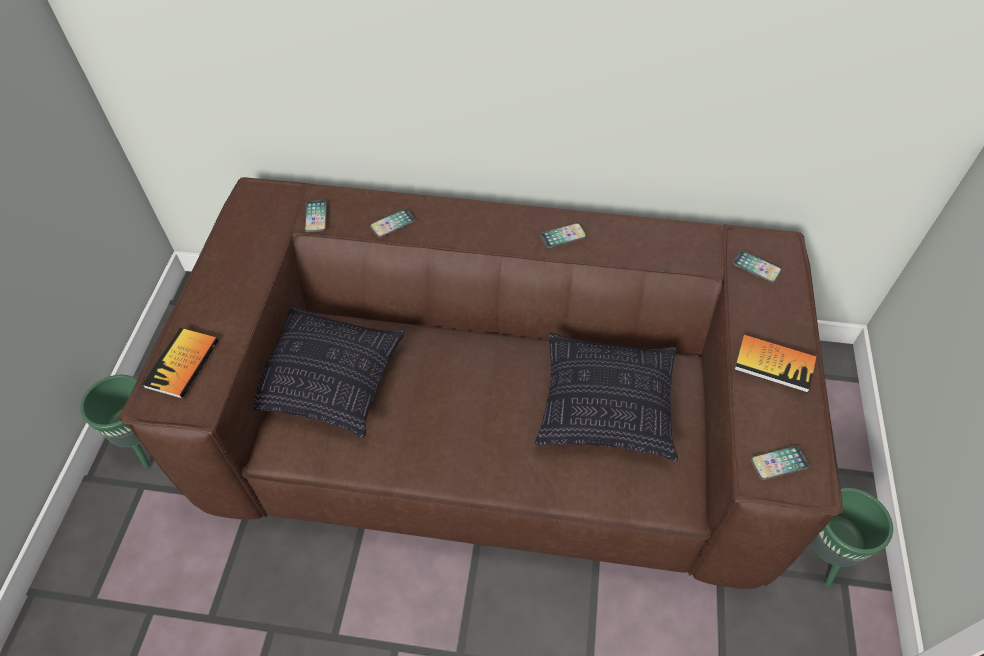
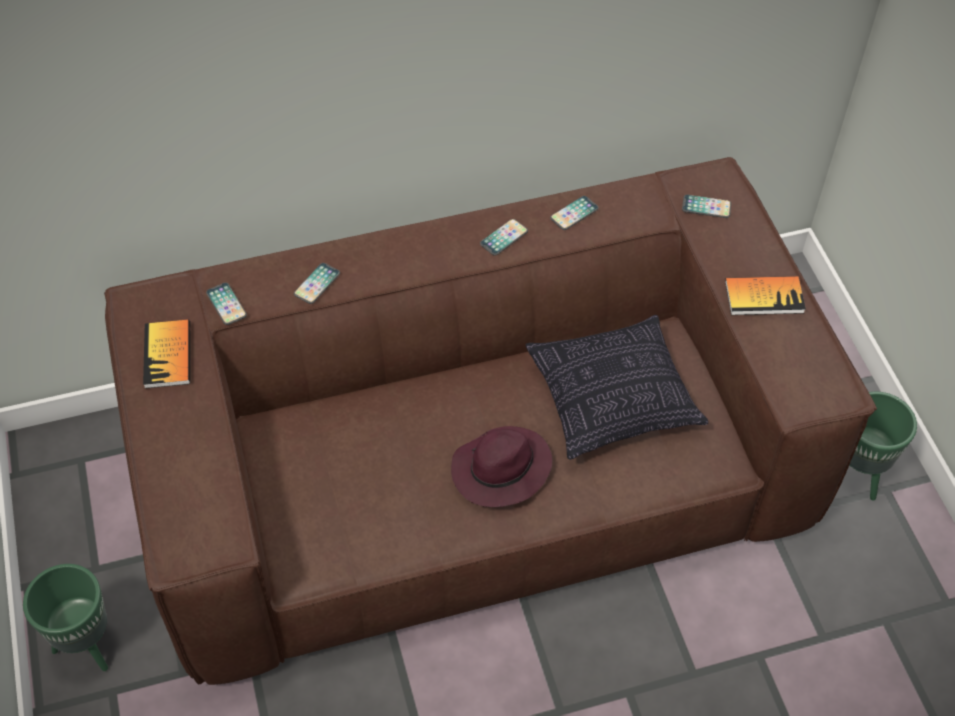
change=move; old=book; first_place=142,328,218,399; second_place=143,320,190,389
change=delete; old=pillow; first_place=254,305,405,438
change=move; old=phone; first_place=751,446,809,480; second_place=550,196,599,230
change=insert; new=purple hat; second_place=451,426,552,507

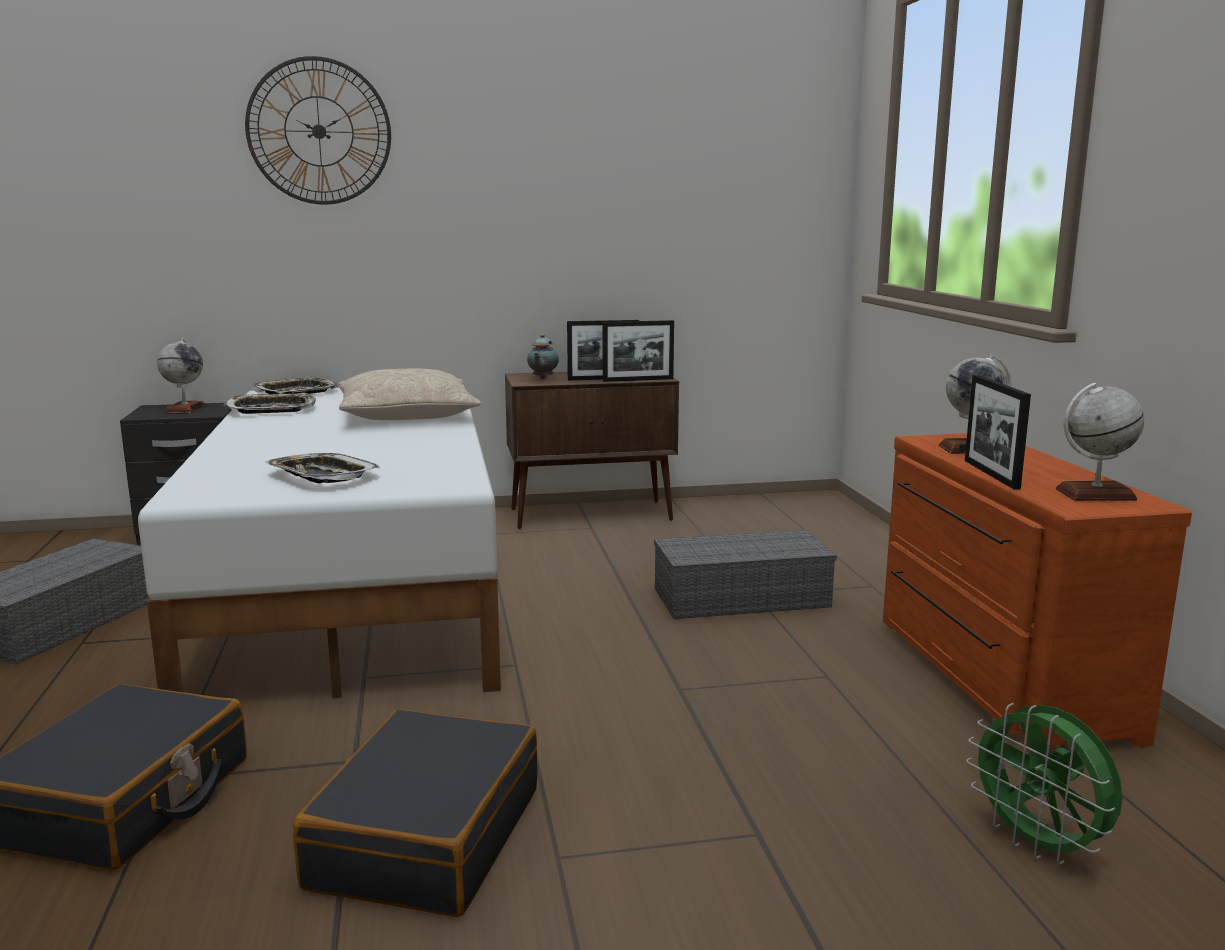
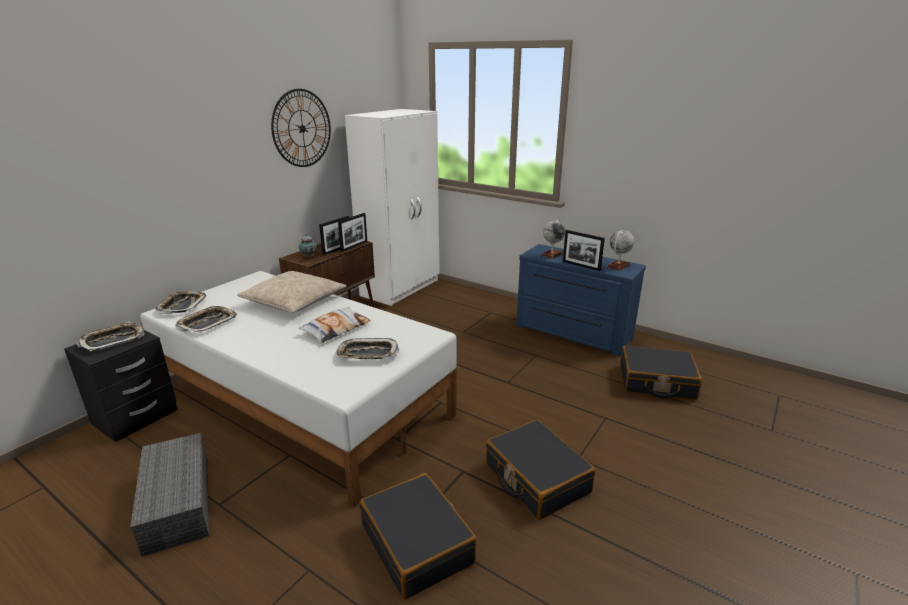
change=replace; old=globe; new=tray; first_place=157,338,207,413; second_place=76,322,145,351
change=move; old=wall clock; first_place=245,56,391,205; second_place=271,89,331,167
change=delete; old=grey storage box; first_place=654,530,837,619
change=recolor; old=brown dresser; new=blue dresser; first_place=883,433,1192,754; second_place=516,244,646,356
change=replace; old=green fan; new=black suitcase; first_place=966,703,1123,865; second_place=620,345,702,400
change=insert; new=pillow; second_place=299,307,371,343
change=insert; new=white wardrobe; second_place=345,109,439,306

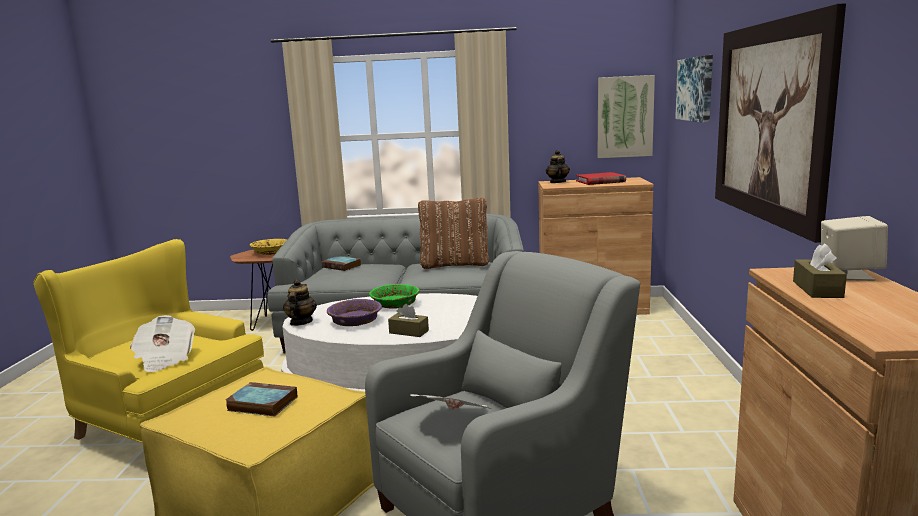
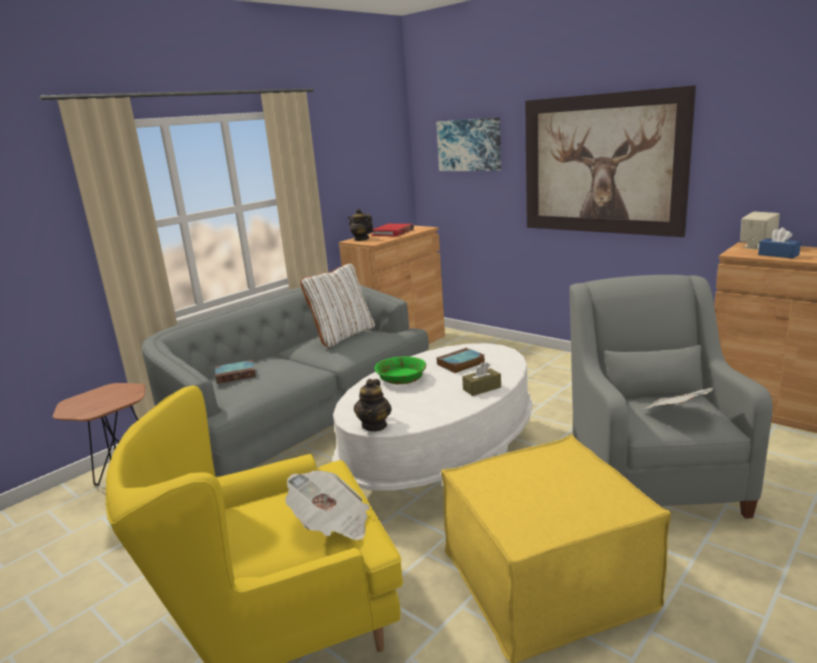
change=move; old=book; first_place=226,382,297,417; second_place=437,348,485,373
change=delete; old=yellow bowl; first_place=250,239,287,255
change=rotate; old=teapot; first_place=283,279,317,326; second_place=354,379,392,431; degrees=-120
change=delete; old=purple bowl; first_place=327,299,382,326
change=recolor; old=brown pillow; new=white pillow; first_place=418,198,489,269; second_place=300,263,375,348
change=delete; old=picture; first_place=598,75,655,158
change=recolor; old=brown tissue box; new=blue tissue box; first_place=793,243,847,298; second_place=758,228,801,259

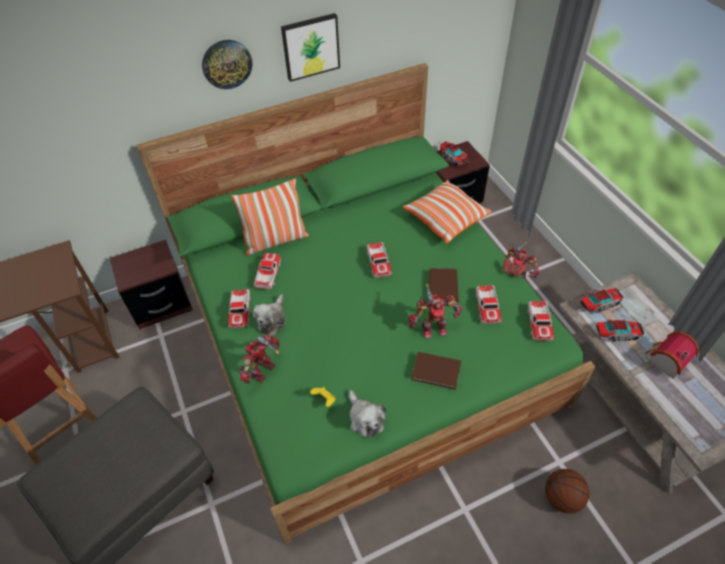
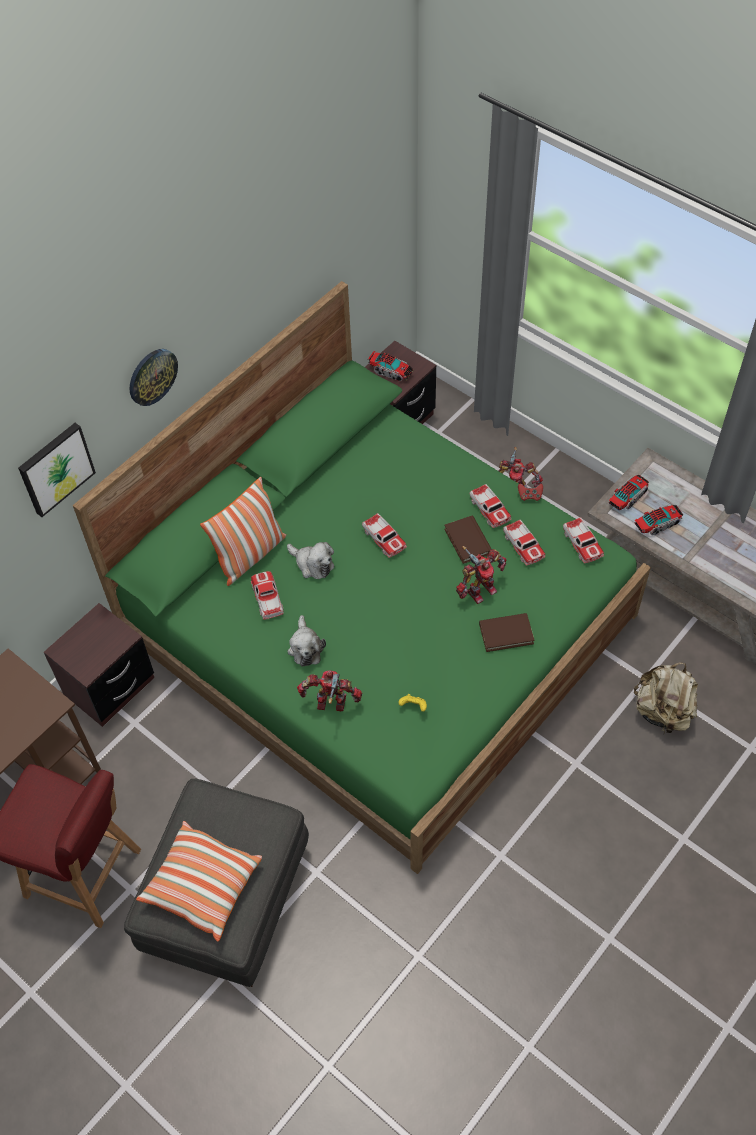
change=move; old=toy car; first_place=228,289,251,328; second_place=469,484,511,528
change=rotate; old=toy robot; first_place=239,334,280,384; second_place=297,670,362,711; degrees=90
change=move; old=picture; first_place=281,13,340,82; second_place=18,423,96,517
change=move; old=plush toy; first_place=349,390,386,438; second_place=287,542,335,579
change=move; old=pillow; first_place=403,180,491,244; second_place=136,821,262,942
change=replace; old=basketball; new=beige backpack; first_place=545,469,590,514; second_place=634,662,698,733
change=delete; old=toy house; first_place=645,332,699,379

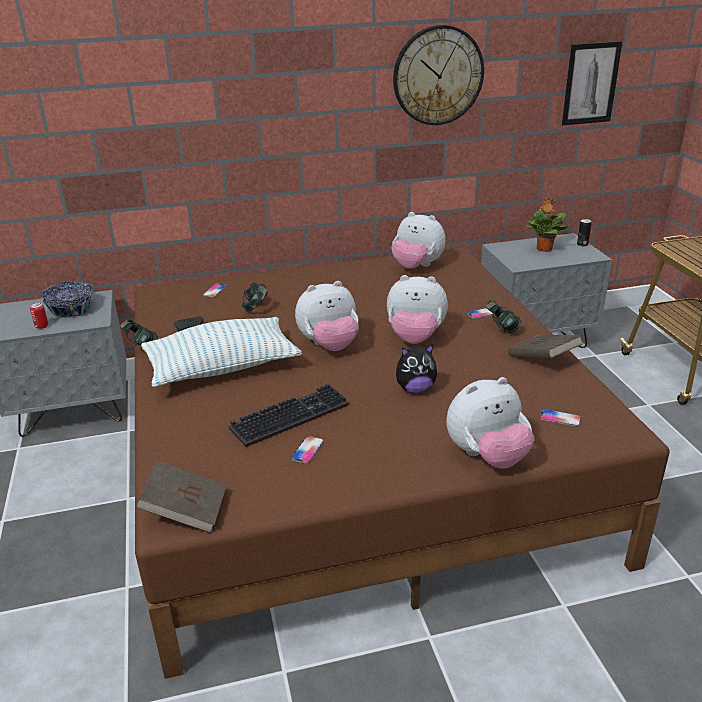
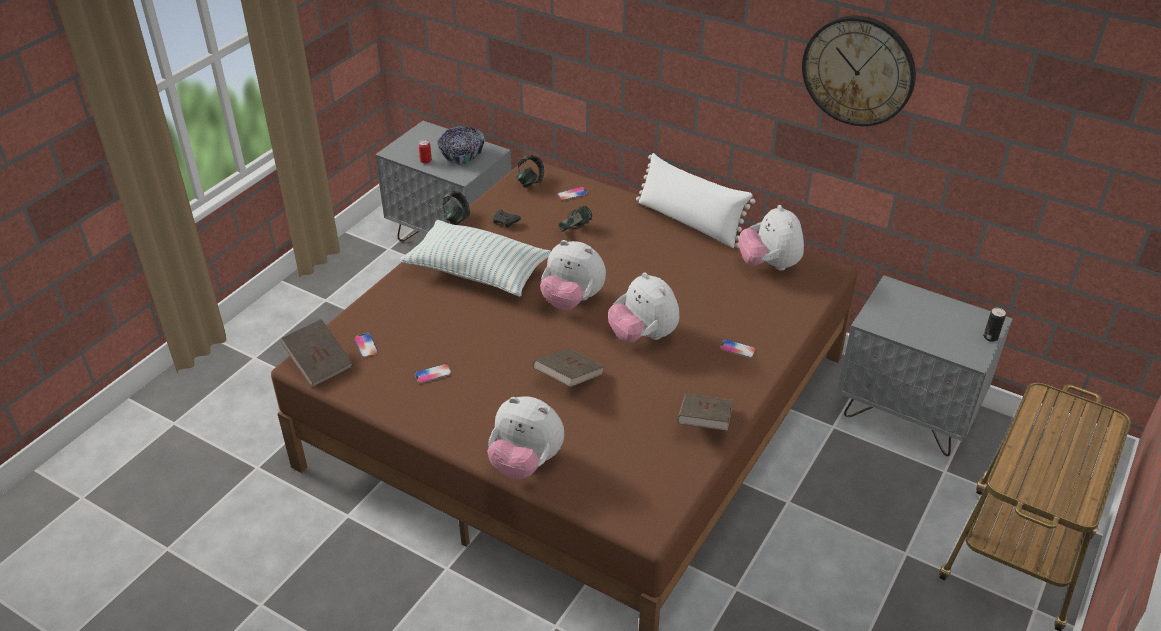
change=delete; old=keyboard; first_place=229,384,348,447
change=replace; old=plush toy; new=brown book; first_place=396,344,437,393; second_place=533,349,605,387
change=move; old=headphones; first_place=486,300,522,333; second_place=516,154,544,188
change=delete; old=potted plant; first_place=526,198,569,252
change=move; old=phone; first_place=540,409,581,426; second_place=354,333,378,357
change=delete; old=picture; first_place=562,41,622,125
change=insert; new=white pillow; second_place=636,153,755,248

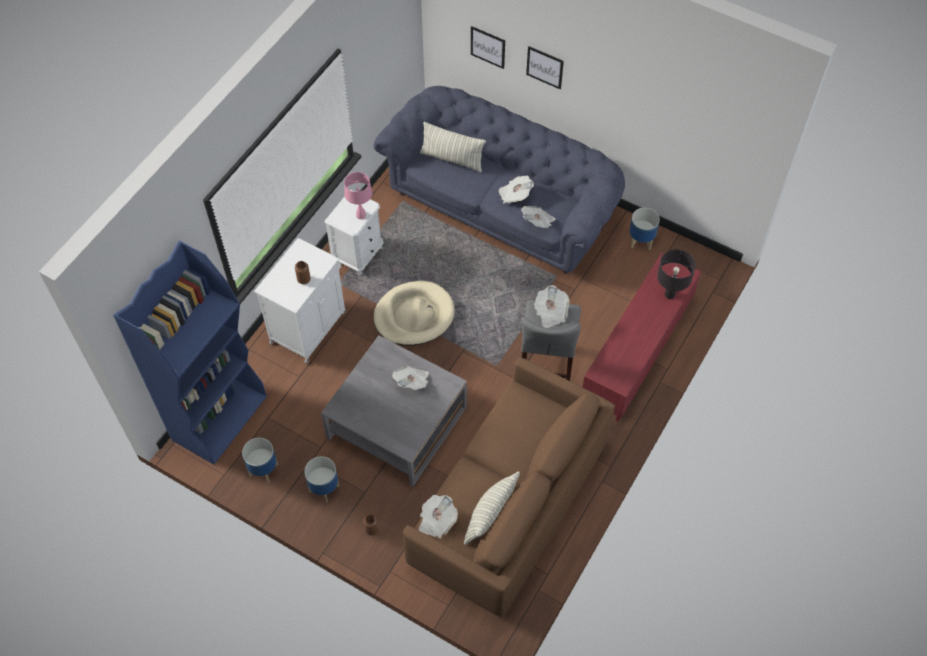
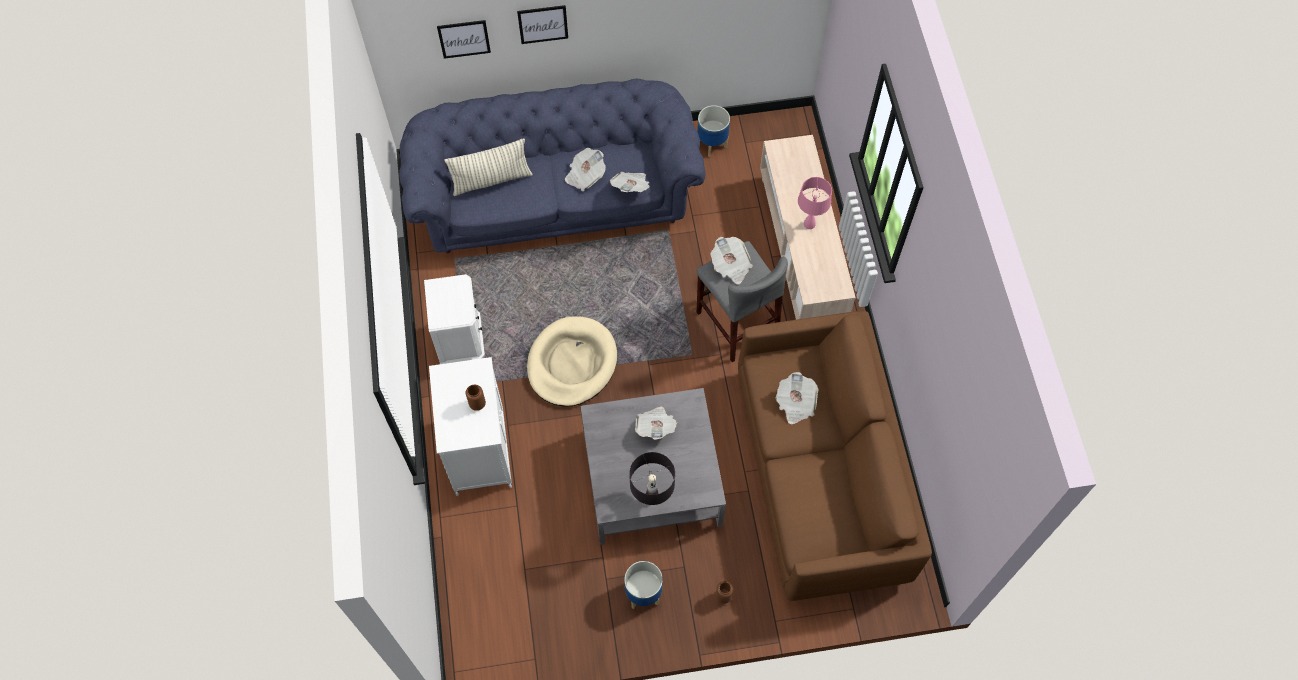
change=delete; old=blue bookcase; first_place=113,241,267,465
change=delete; old=planter; first_place=242,438,278,483
change=move; old=pink table lamp; first_place=344,172,372,219; second_place=798,177,832,229
change=move; old=newspaper; first_place=419,495,458,538; second_place=776,372,819,425
change=delete; old=pillow; first_place=464,471,520,545
change=recolor; old=red tv stand; new=beige tv stand; first_place=583,253,701,422; second_place=760,135,856,320
change=move; old=black table lamp; first_place=657,250,696,299; second_place=629,452,675,505

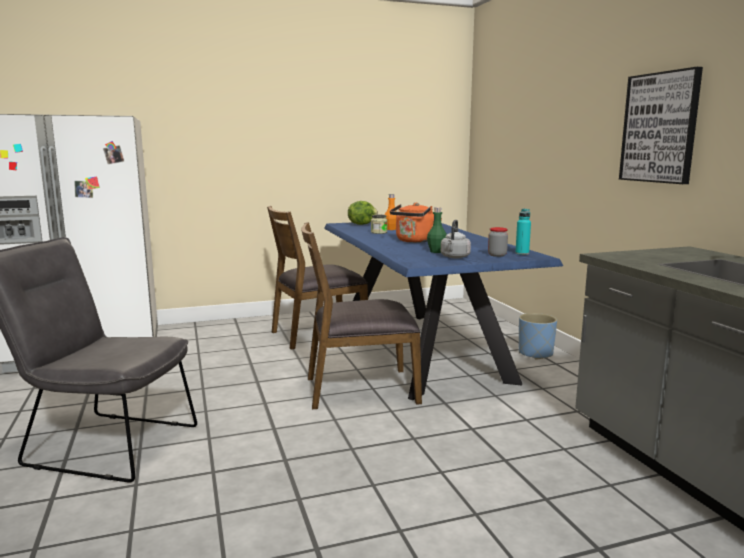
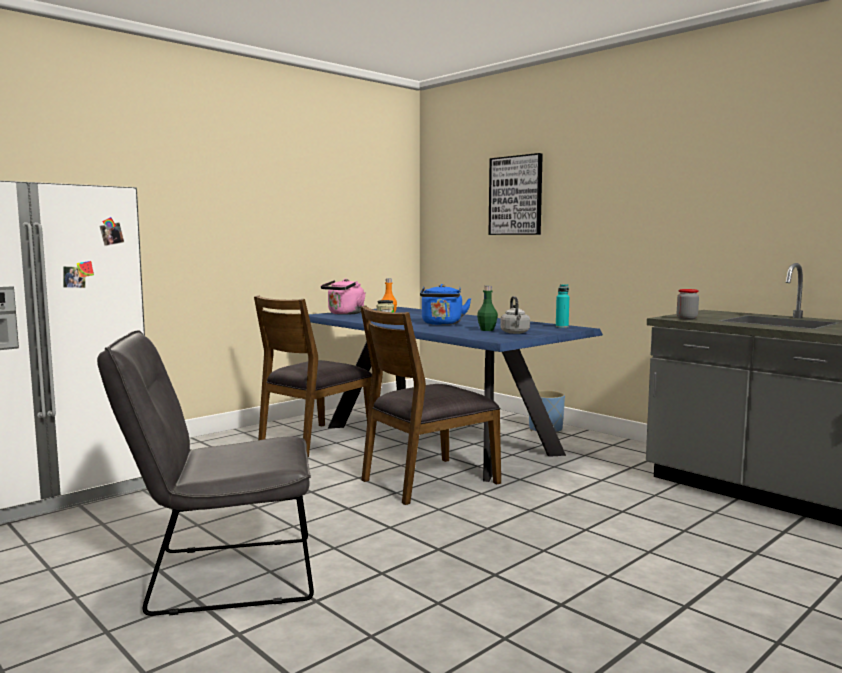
change=replace; old=lettuce; new=pink kettle; first_place=348,201,378,225; second_place=321,279,366,315
change=recolor; old=orange kettle; new=blue kettle; first_place=390,203,442,243; second_place=420,284,471,325
change=move; old=jar; first_place=488,227,508,257; second_place=677,289,699,320
change=move; old=picture; first_place=619,67,703,184; second_place=489,153,543,235

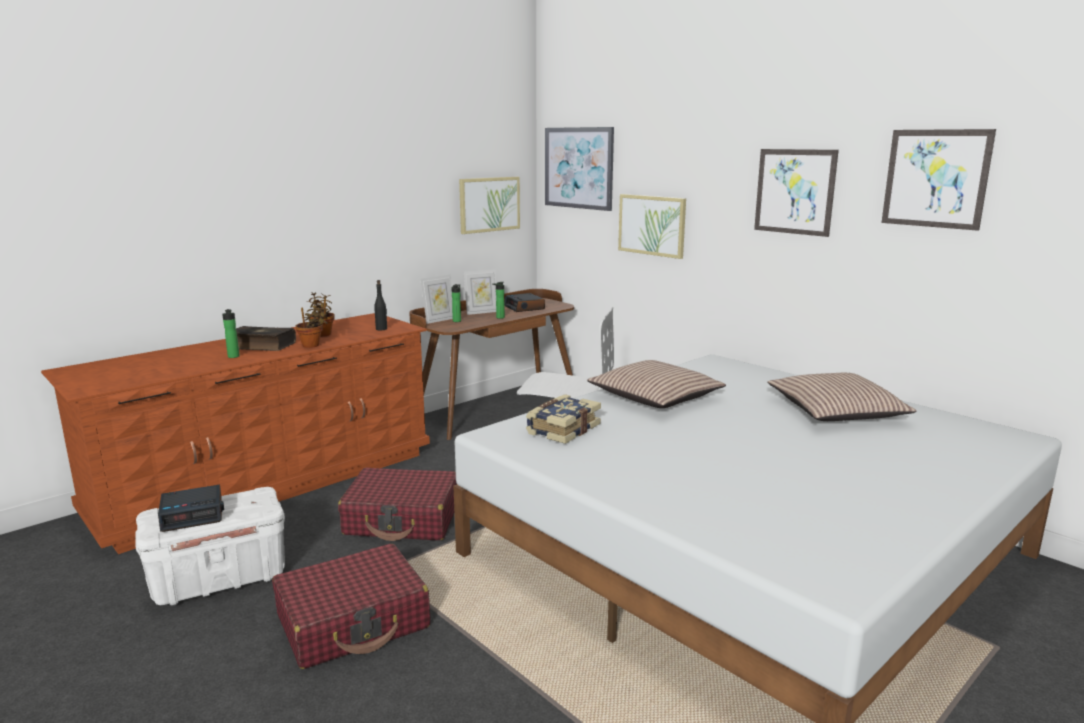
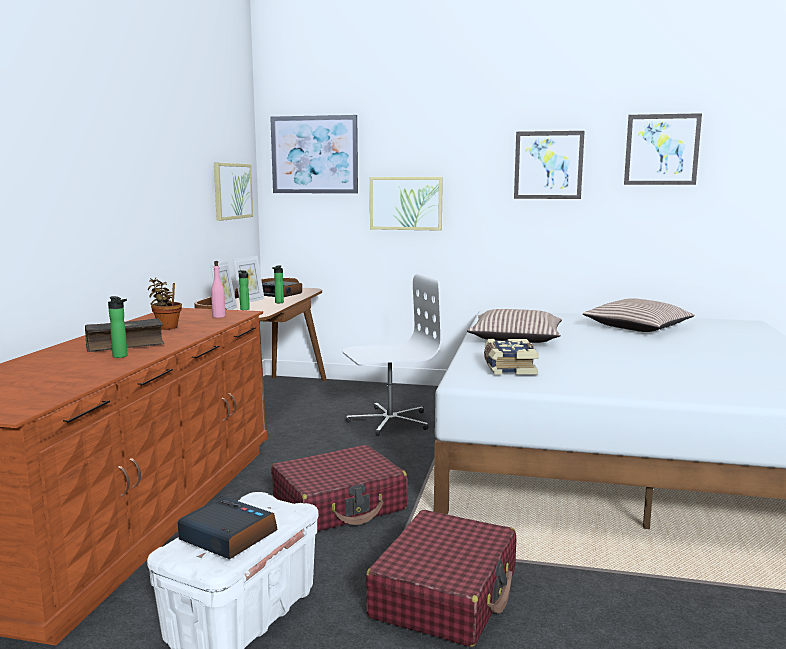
change=rotate; old=alarm clock; first_place=158,485,224,532; second_place=178,496,278,559; degrees=-90
change=delete; old=potted plant; first_place=296,299,329,348
change=recolor; old=black bottle; new=pink bottle; first_place=374,280,387,330; second_place=211,261,226,318

